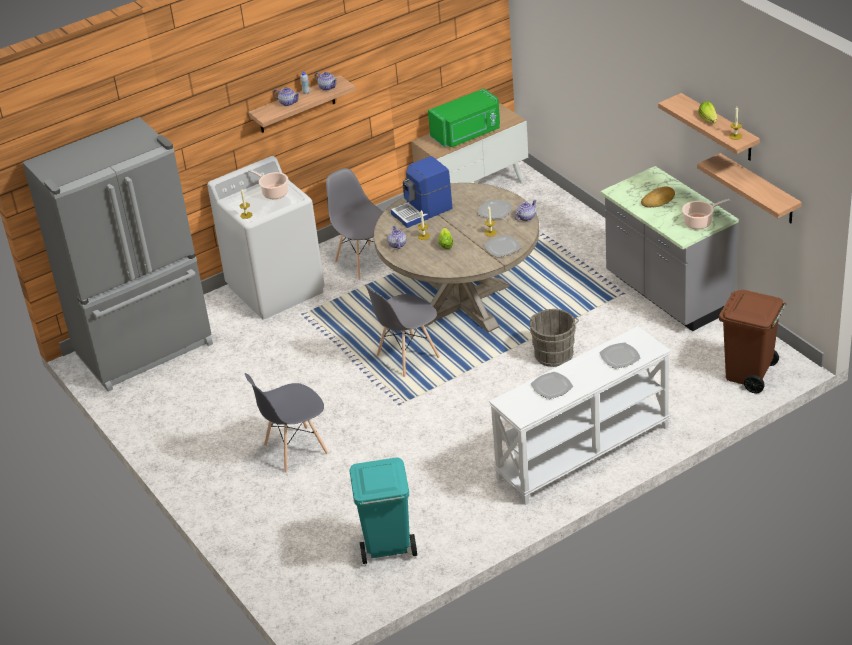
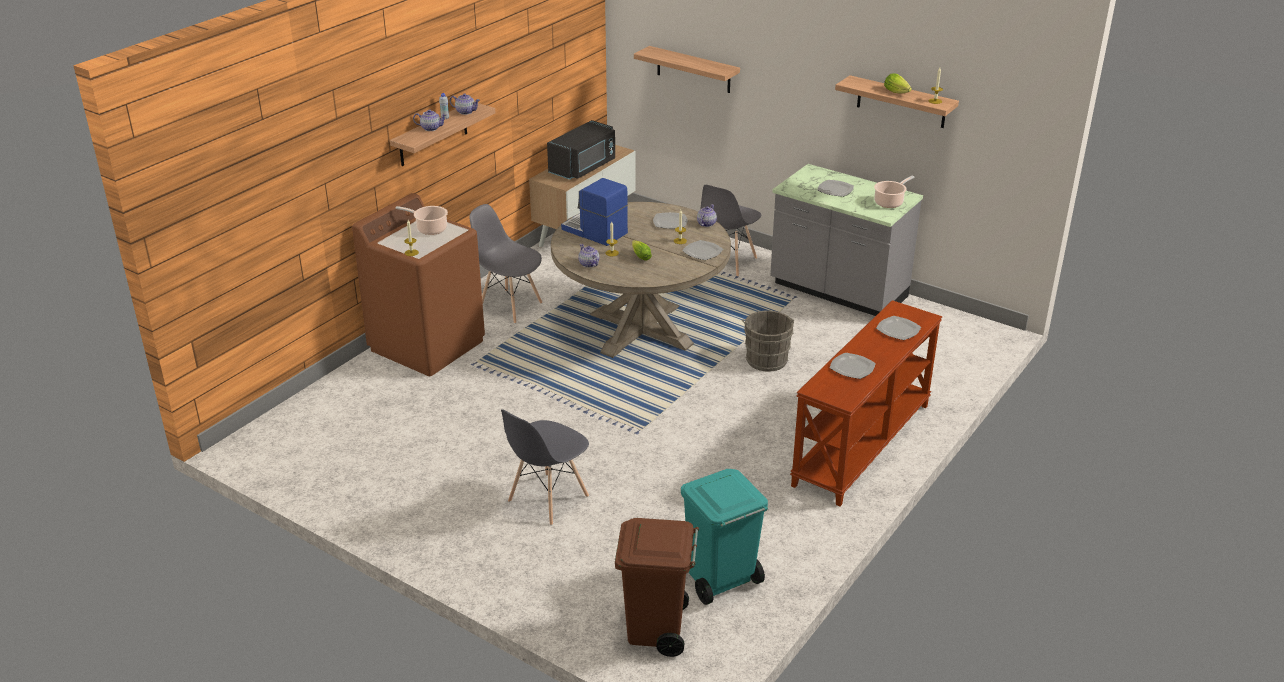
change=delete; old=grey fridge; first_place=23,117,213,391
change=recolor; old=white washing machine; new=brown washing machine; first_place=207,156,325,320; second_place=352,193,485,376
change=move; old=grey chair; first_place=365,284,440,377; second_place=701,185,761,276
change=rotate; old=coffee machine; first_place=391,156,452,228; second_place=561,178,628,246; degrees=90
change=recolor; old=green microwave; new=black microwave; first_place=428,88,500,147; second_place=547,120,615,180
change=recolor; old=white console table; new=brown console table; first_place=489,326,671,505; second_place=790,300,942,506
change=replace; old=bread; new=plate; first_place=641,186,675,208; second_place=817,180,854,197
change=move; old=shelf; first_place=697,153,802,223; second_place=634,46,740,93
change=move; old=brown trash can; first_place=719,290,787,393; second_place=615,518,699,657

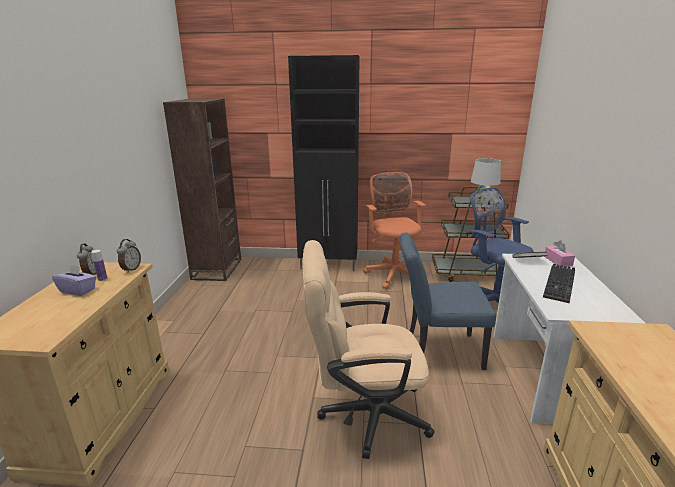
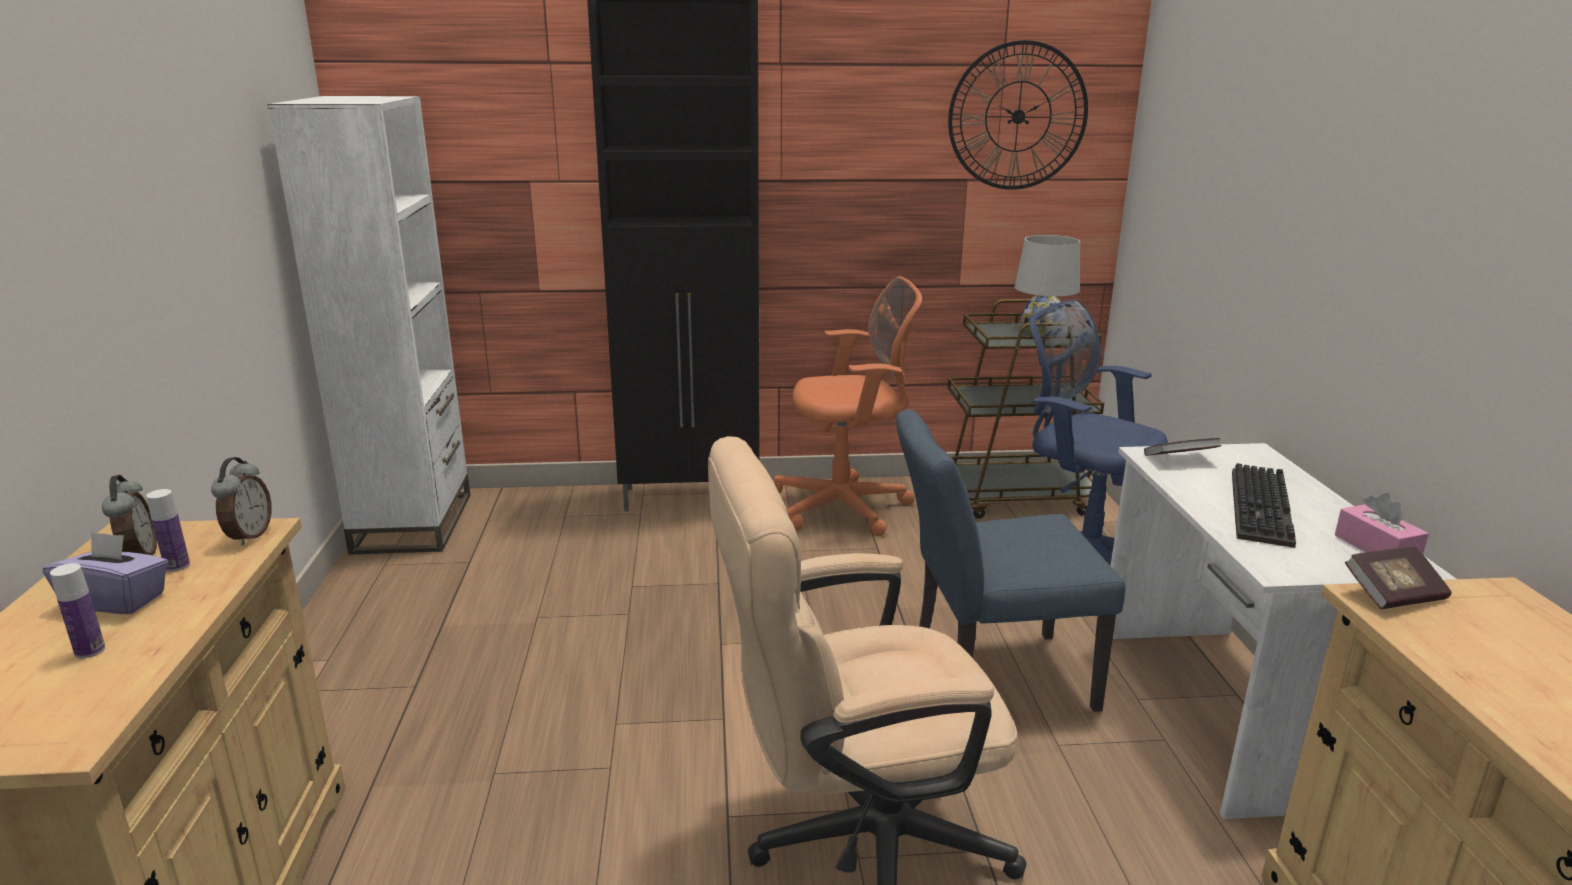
change=recolor; old=brown bookcase; new=white bookcase; first_place=163,99,241,281; second_place=267,96,471,555
change=rotate; old=orange office chair; first_place=363,172,426,290; second_place=773,276,922,536; degrees=105
change=move; old=pink tissue box; first_place=544,240,575,267; second_place=1335,493,1429,554
change=insert; new=bottle; second_place=50,563,105,659
change=insert; new=wall clock; second_place=948,40,1088,190
change=insert; new=book; second_place=1345,546,1452,609

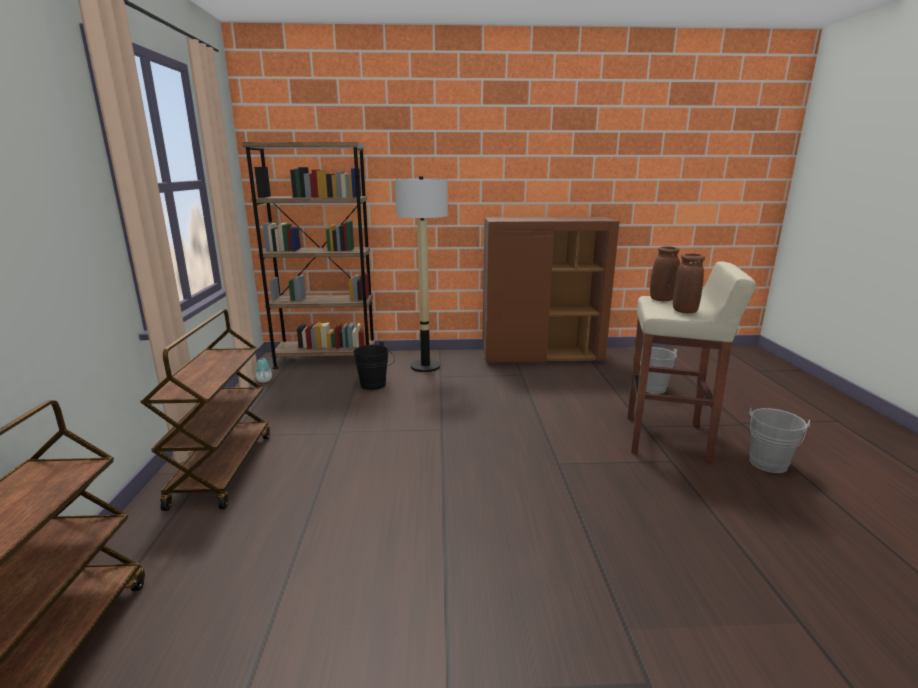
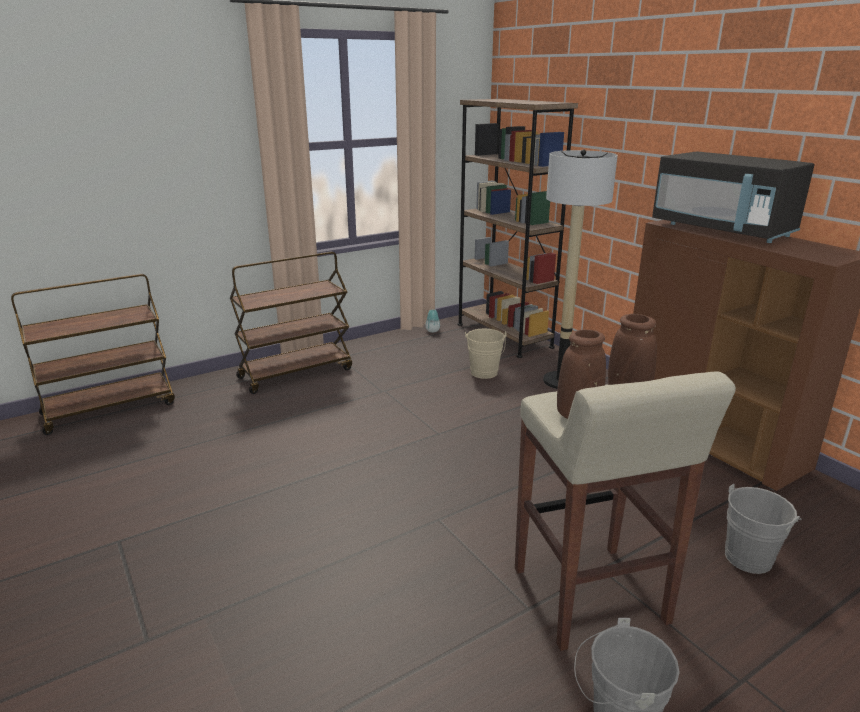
change=recolor; old=black bucket; new=beige bucket; first_place=353,342,395,390; second_place=465,328,507,379
change=insert; new=black microwave; second_place=652,151,814,243

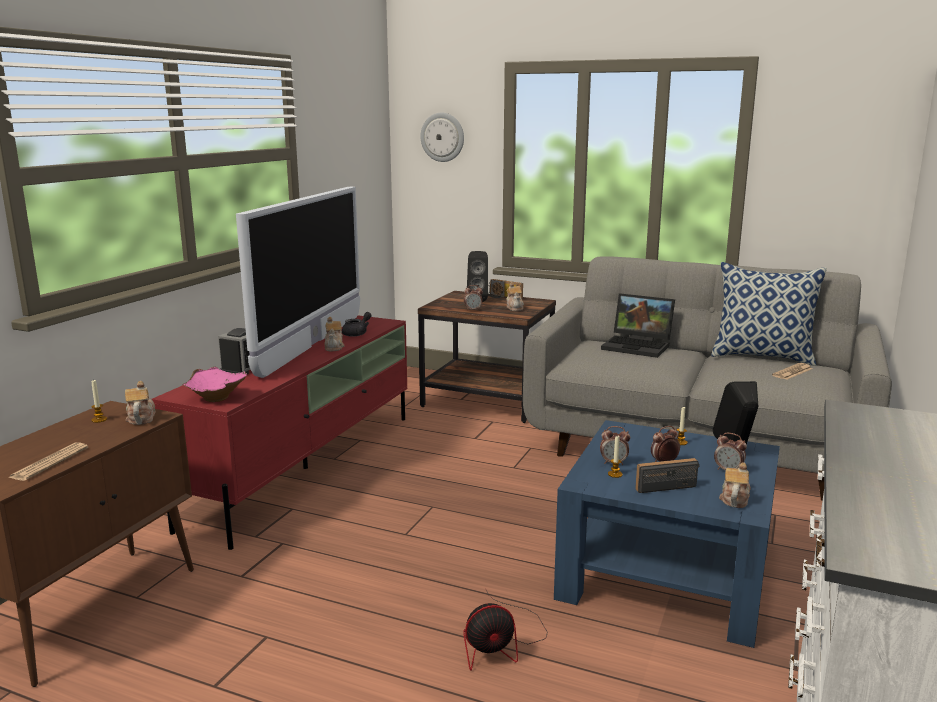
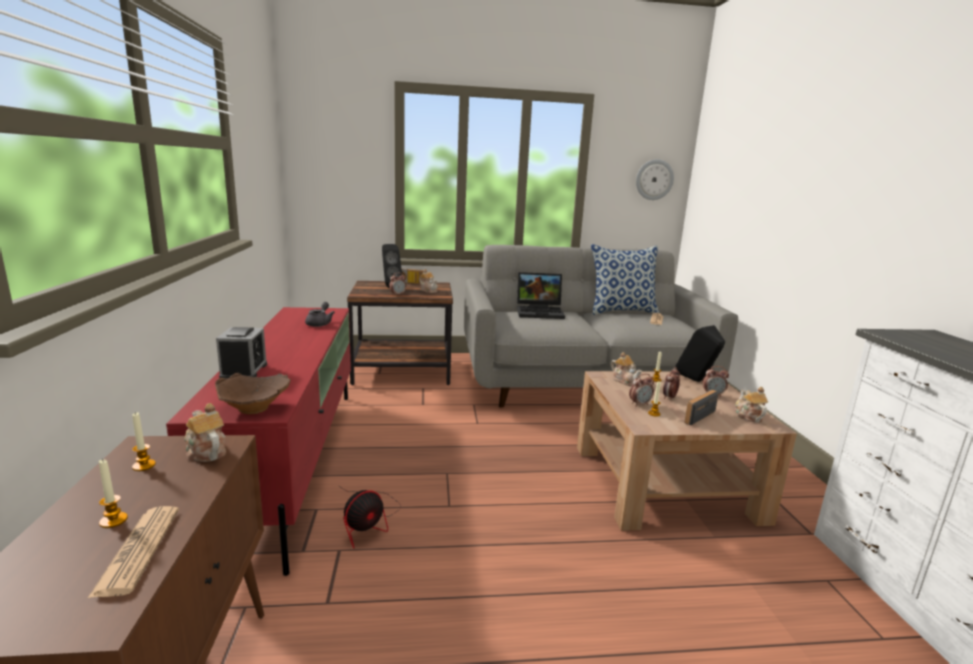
change=recolor; old=pink bowl; new=brown bowl; first_place=182,367,247,402; second_place=215,373,291,414
change=delete; old=television; first_place=236,187,360,378
change=move; old=teapot; first_place=324,317,345,351; second_place=611,352,642,386
change=move; old=wall clock; first_place=421,113,464,162; second_place=636,159,674,200
change=move; old=fan; first_place=464,590,547,671; second_place=338,485,401,548
change=recolor; old=blue coffee table; new=brown coffee table; first_place=554,420,780,648; second_place=577,371,797,531
change=insert; new=candle; second_place=99,459,128,528

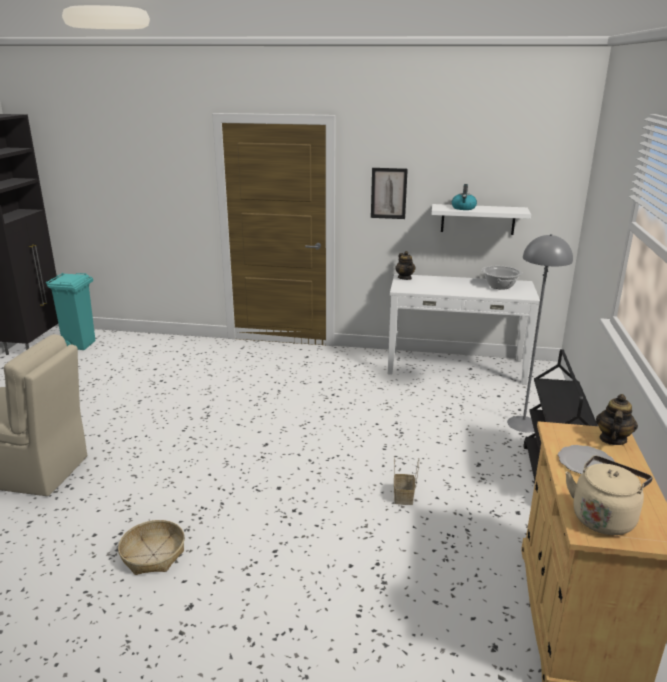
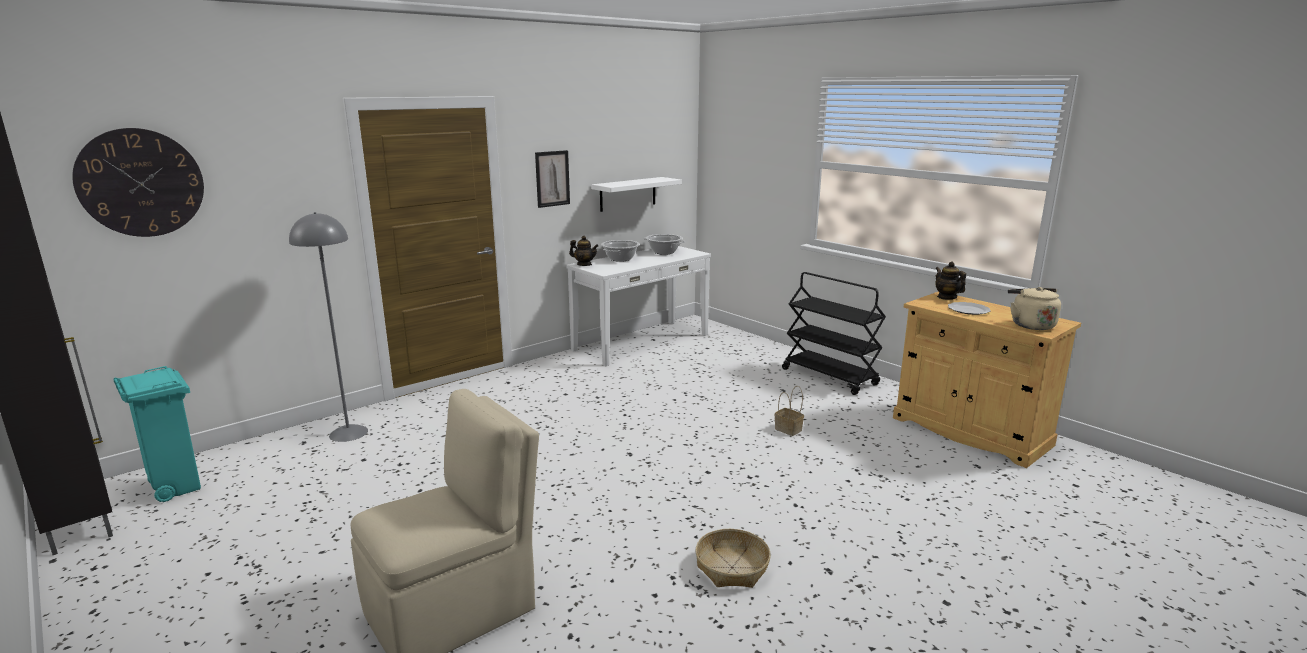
change=delete; old=kettle; first_place=452,184,477,210
change=move; old=grey floor lamp; first_place=507,234,573,432; second_place=289,212,368,442
change=insert; new=wall clock; second_place=72,128,204,237
change=insert; new=cooking pot; second_place=601,240,640,262

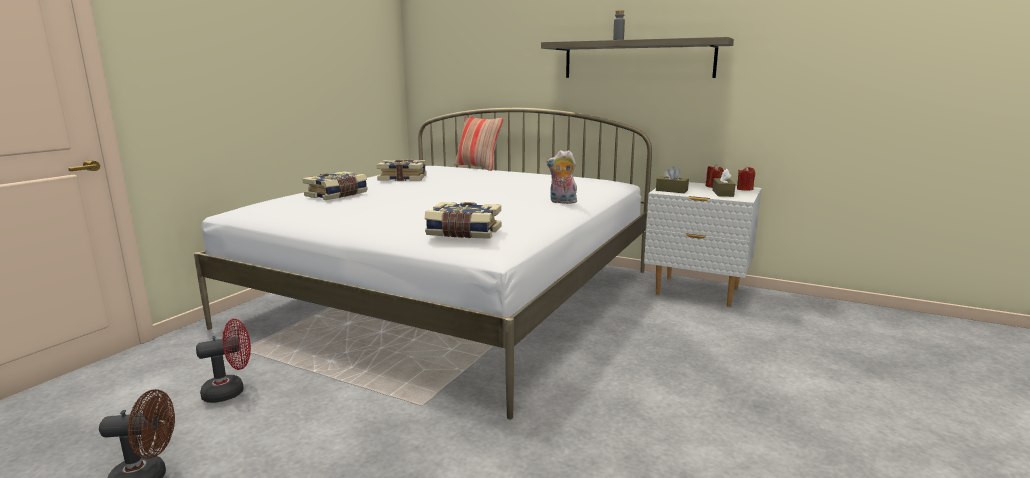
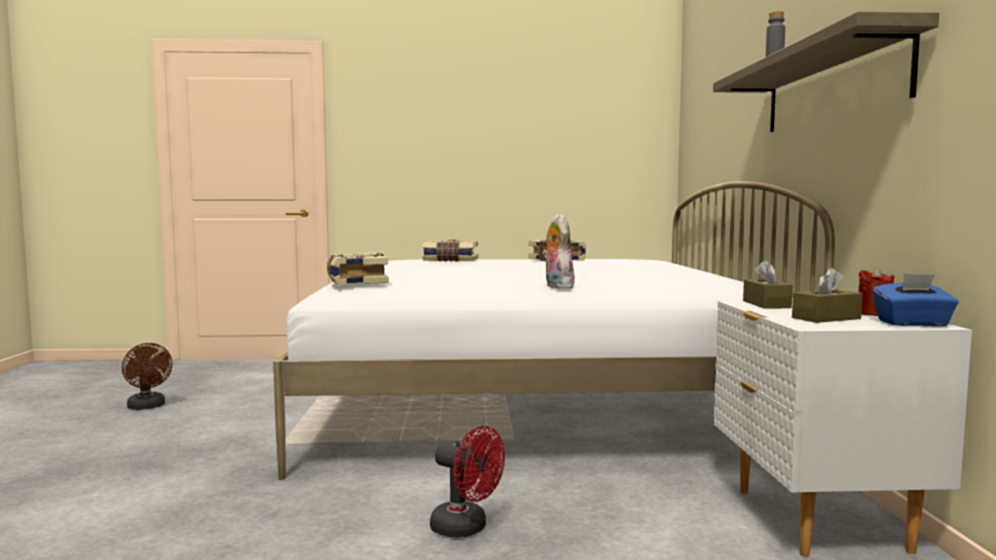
change=move; old=red fan; first_place=196,319,251,403; second_place=430,426,505,538
change=delete; old=pillow; first_place=454,115,503,171
change=replace; old=red candle; new=blue tissue box; first_place=737,166,755,191; second_place=873,274,959,326

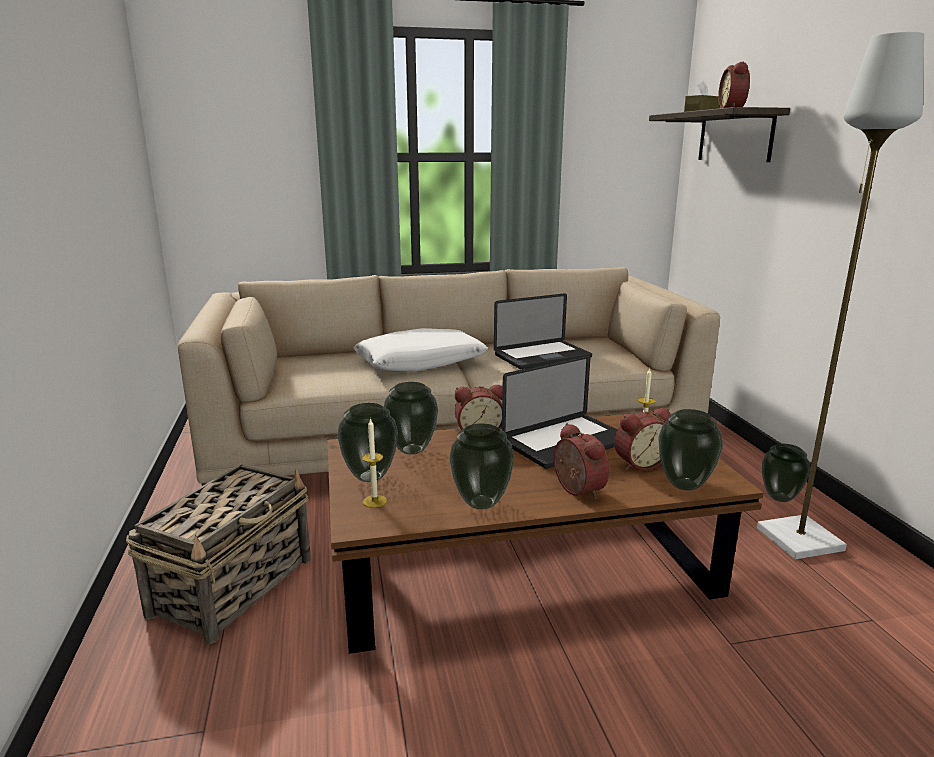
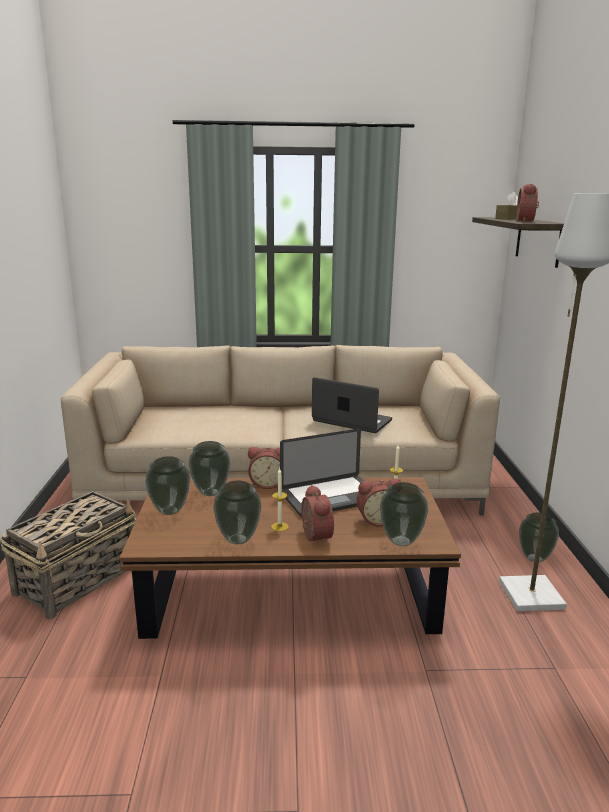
change=delete; old=white pillow; first_place=354,328,488,372
change=move; old=candle; first_place=362,418,387,508; second_place=271,468,289,532
change=rotate; old=laptop; first_place=494,293,592,369; second_place=312,377,392,433; degrees=-135

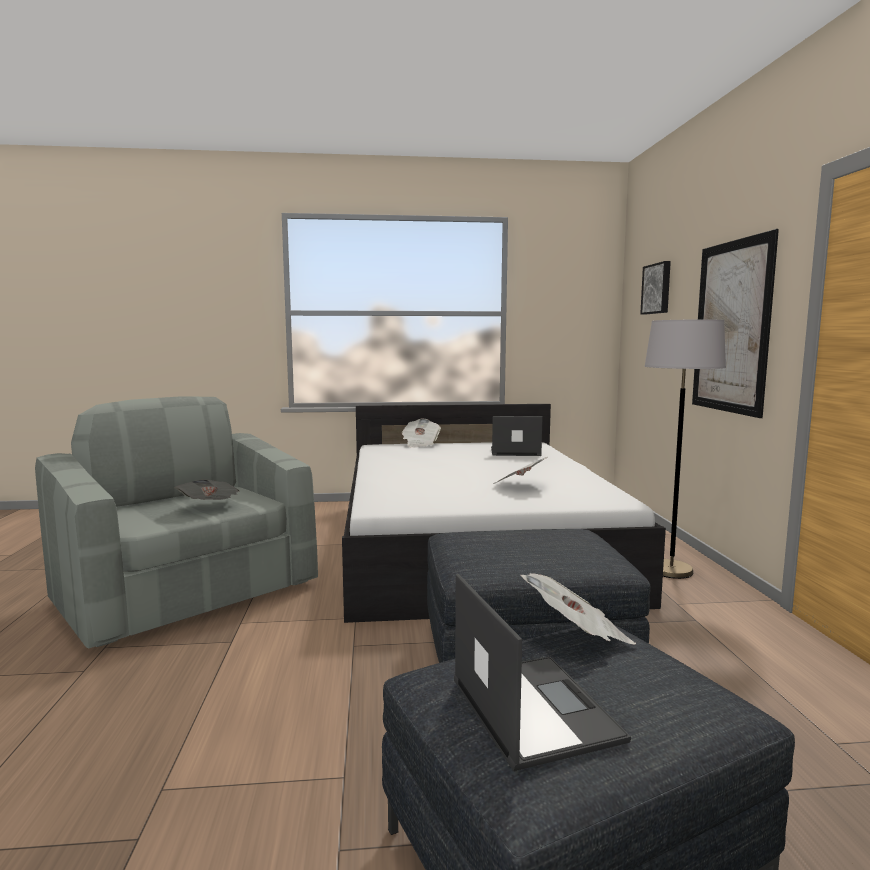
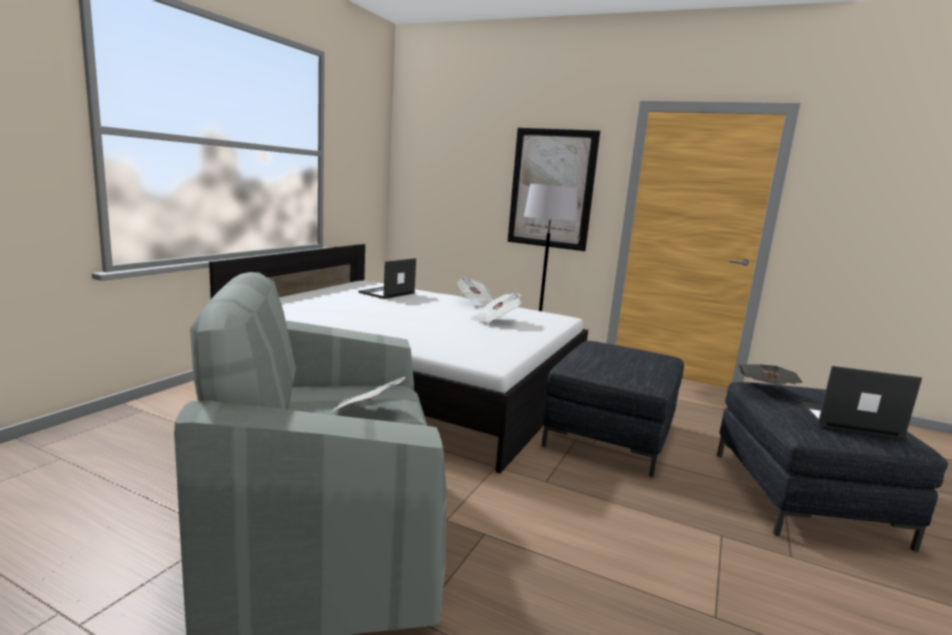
change=move; old=newspaper; first_place=402,418,441,448; second_place=457,277,494,307
change=delete; old=picture; first_place=640,261,671,315

